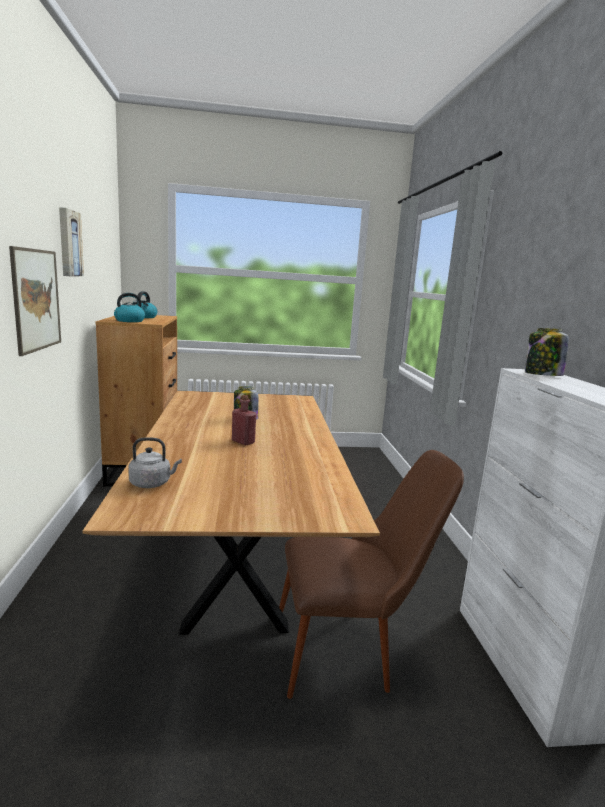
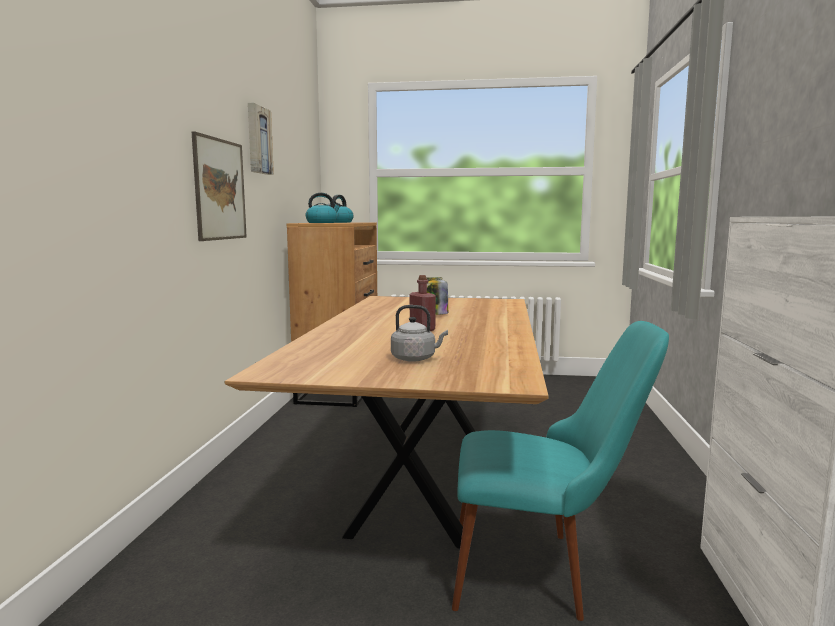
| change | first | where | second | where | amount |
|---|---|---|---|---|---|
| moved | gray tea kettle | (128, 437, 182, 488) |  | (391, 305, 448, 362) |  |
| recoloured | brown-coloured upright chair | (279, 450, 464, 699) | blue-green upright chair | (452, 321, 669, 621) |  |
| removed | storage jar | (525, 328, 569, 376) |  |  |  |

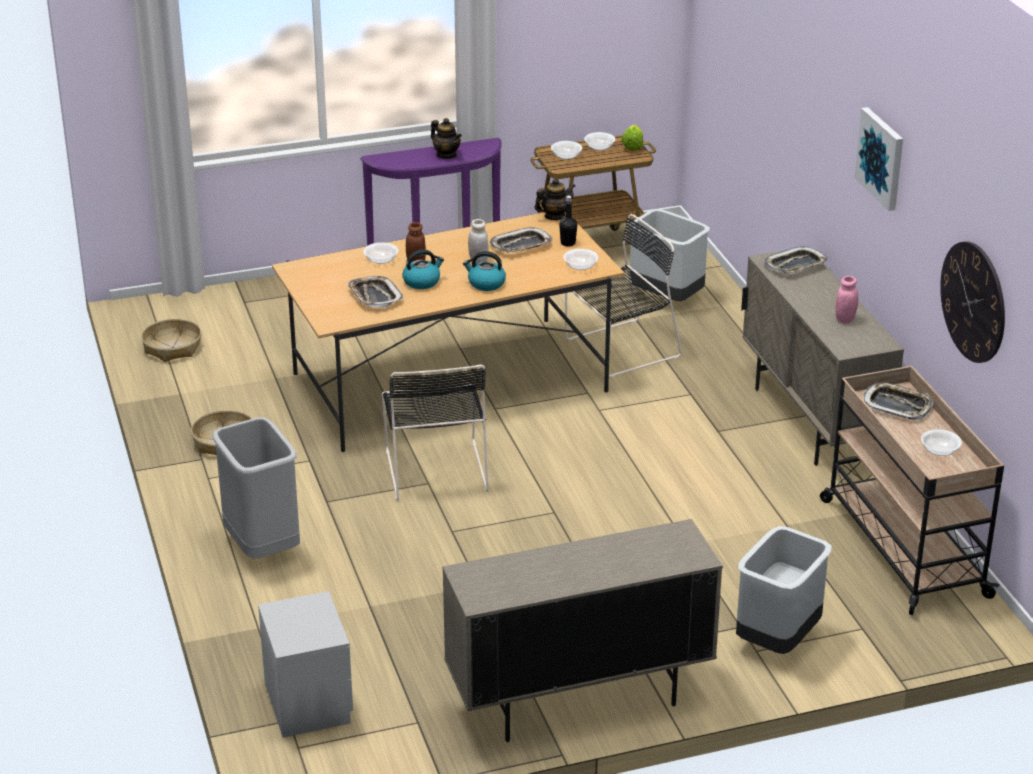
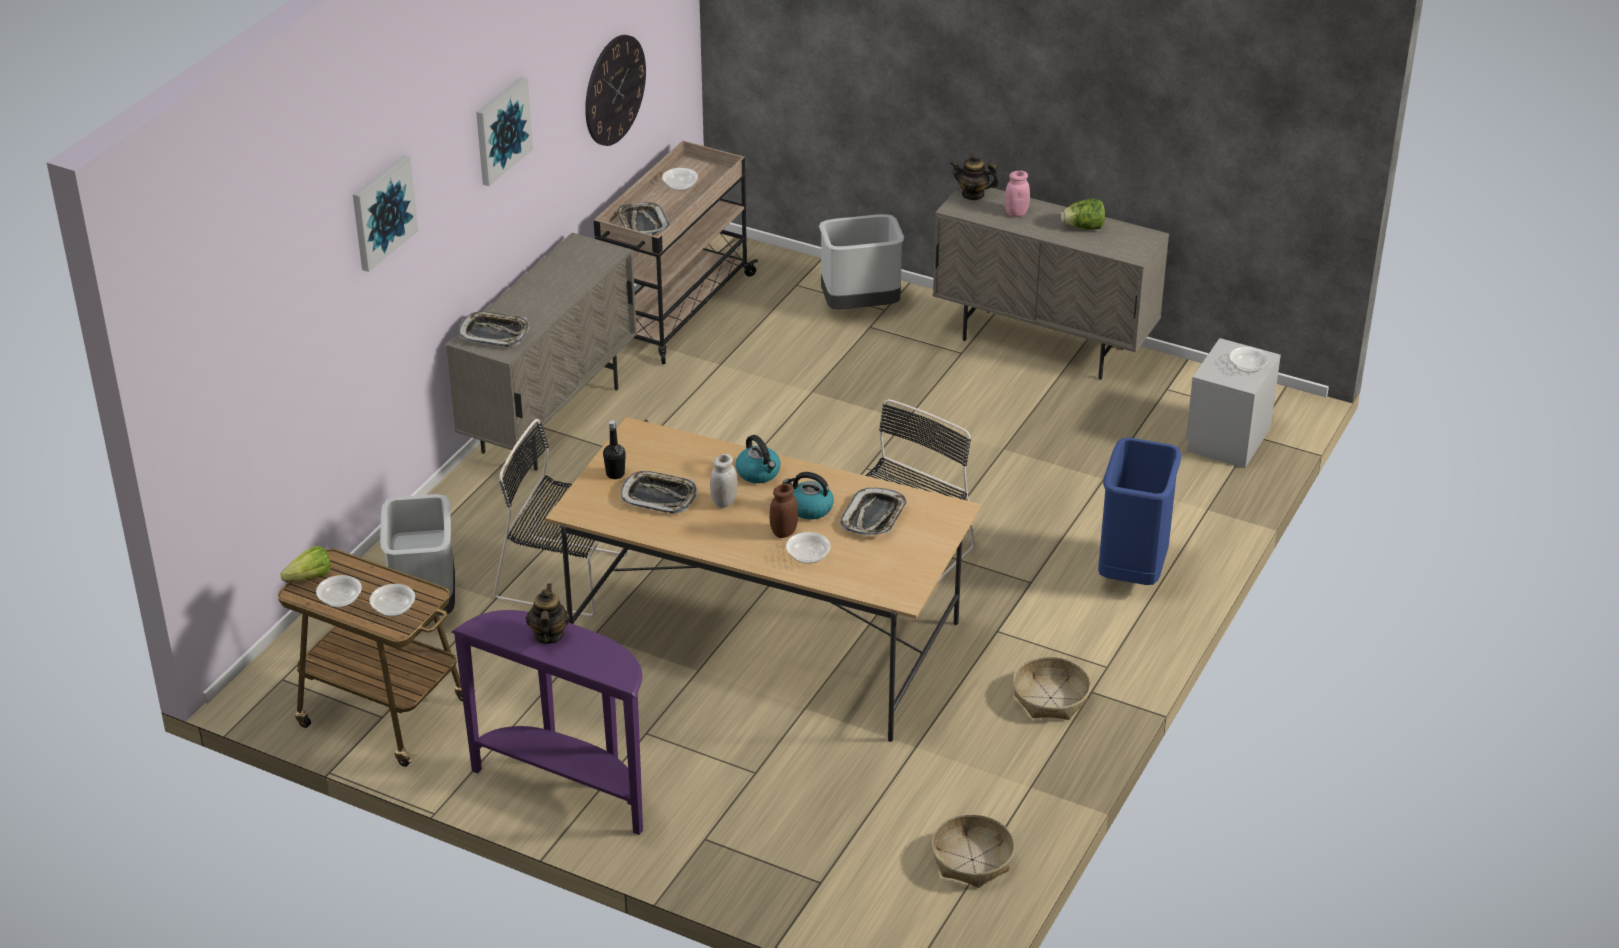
| change | first | where | second | where | amount |
|---|---|---|---|---|---|
| recoloured | gray rubbish bin | (213, 417, 300, 559) | bluish rubbish bin | (1098, 438, 1181, 585) |  |
| moved | tea pot | (534, 178, 575, 220) |  | (950, 154, 999, 200) |  |
| moved | bowl | (563, 249, 598, 270) |  | (1230, 347, 1269, 372) |  |
| moved | pinkish storage jar | (835, 276, 858, 324) |  | (1005, 171, 1030, 217) |  |
| added |  |  | wall picture | (353, 155, 418, 272) |  |
| added |  |  | lettuce head | (1061, 198, 1105, 230) |  |

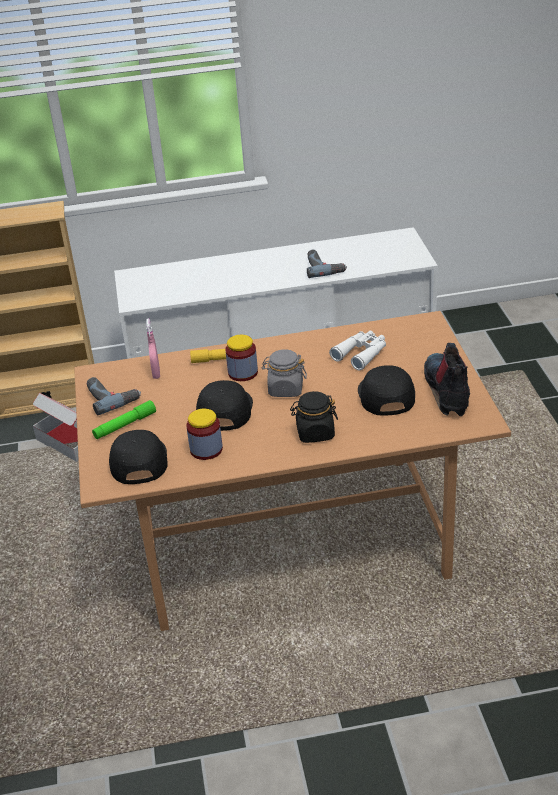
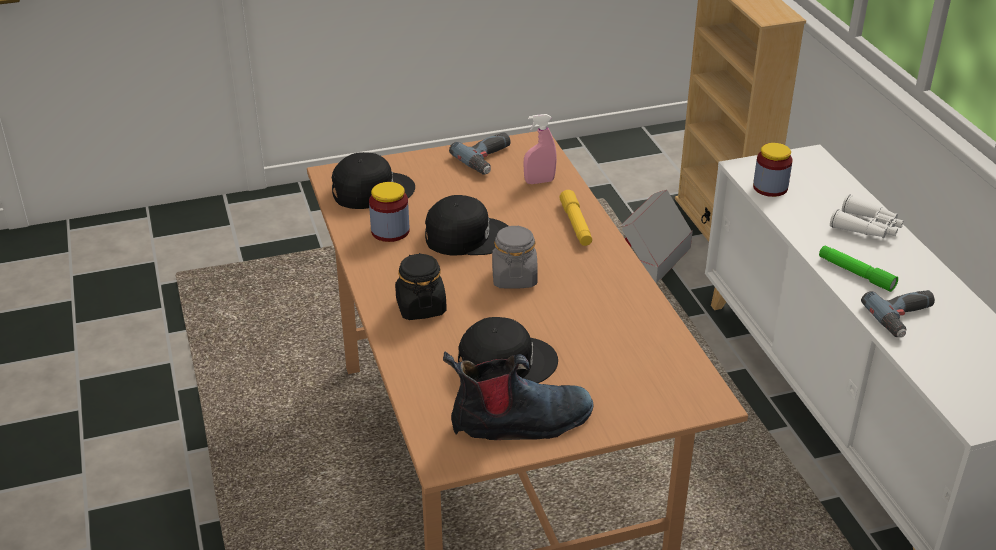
| change | first | where | second | where | amount |
|---|---|---|---|---|---|
| moved | greenish flashlight | (92, 400, 156, 439) |  | (819, 245, 898, 292) |  |
| moved | storage jar | (225, 335, 258, 381) |  | (753, 143, 793, 197) |  |
| moved | white field glasses | (329, 330, 386, 371) |  | (830, 194, 904, 238) |  |

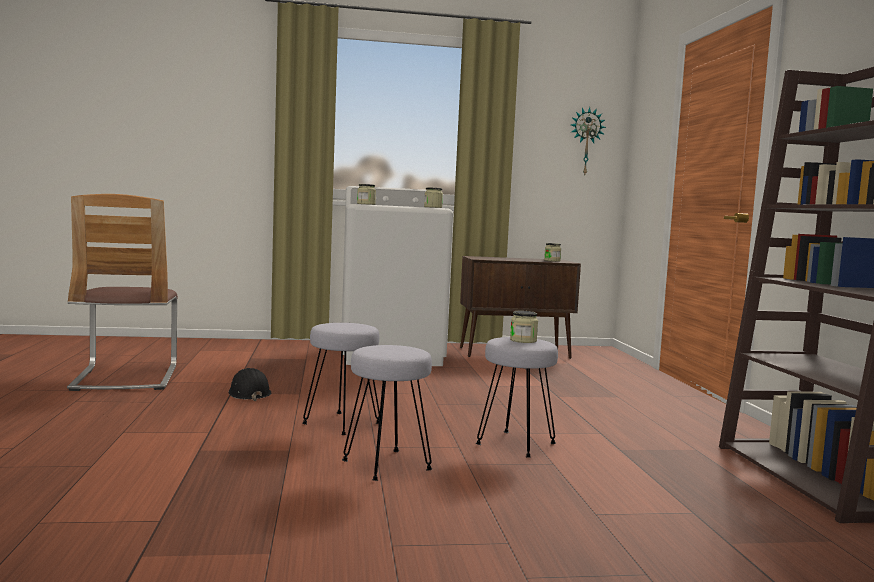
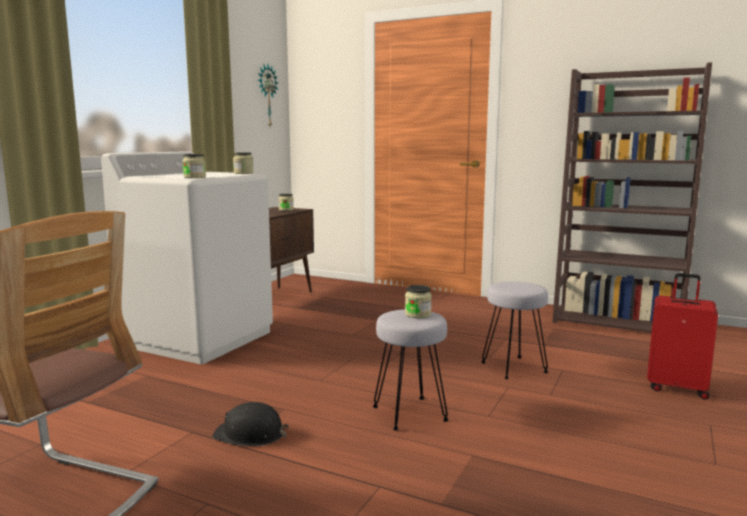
| change | first | where | second | where | amount |
|---|---|---|---|---|---|
| removed | gray stool seat | (342, 345, 432, 481) |  |  |  |
| moved | storage jar | (510, 311, 538, 343) |  | (405, 285, 432, 318) |  |
| added |  |  | red-coloured suitcase | (647, 273, 718, 400) |  |

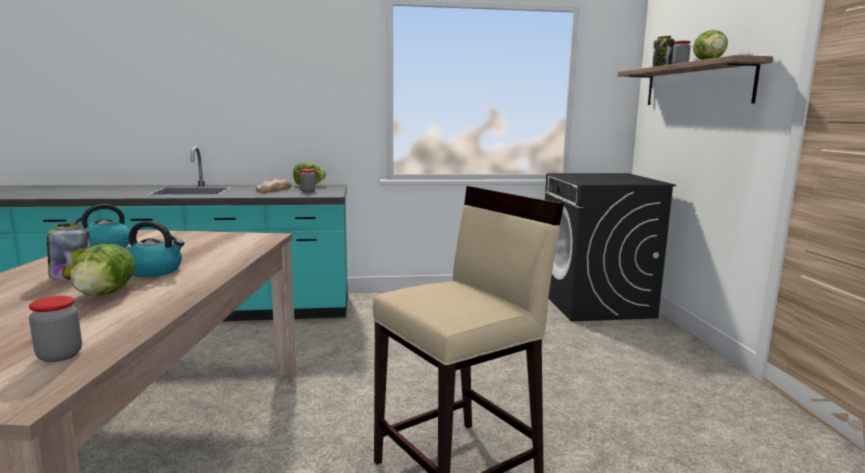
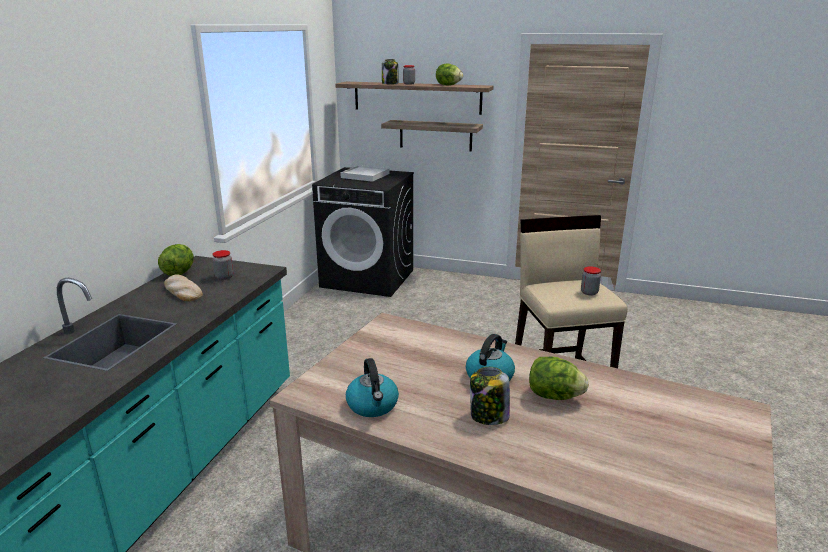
| change | first | where | second | where | amount |
|---|---|---|---|---|---|
| moved | storage jar | (29, 296, 82, 362) |  | (581, 266, 601, 295) |  |
| added |  |  | white carrying tray | (340, 165, 390, 182) |  |
| added |  |  | shelf | (381, 120, 483, 152) |  |

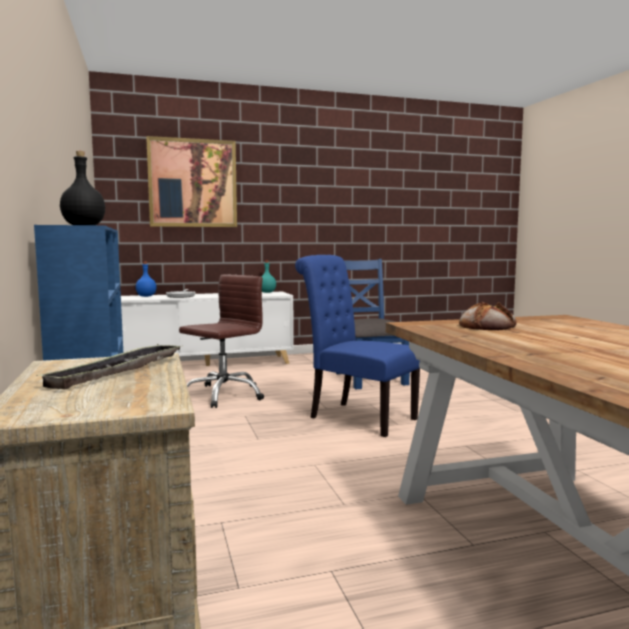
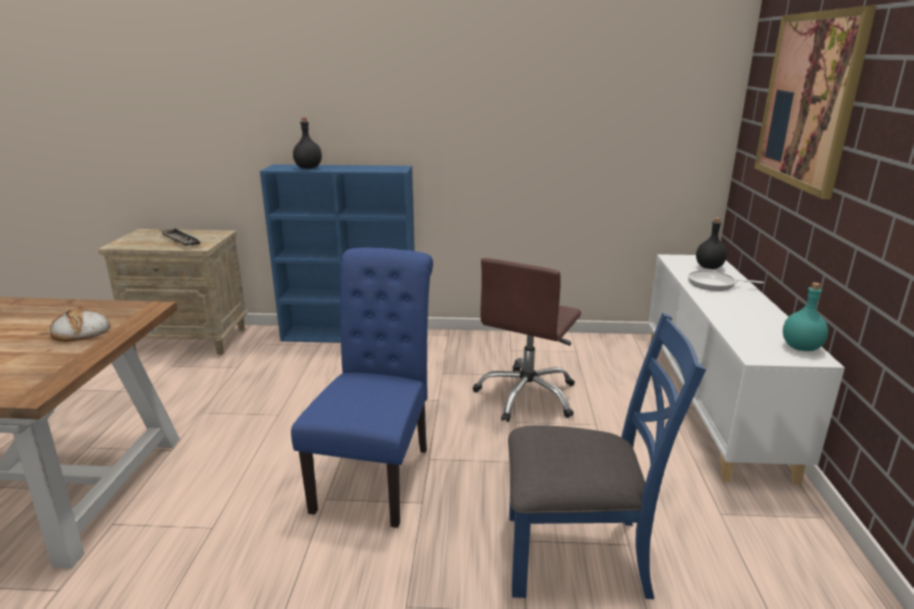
| change | first | where | second | where | amount |
|---|---|---|---|---|---|
| recoloured | bluish bottle | (136, 262, 157, 297) | black bottle | (696, 218, 727, 269) |  |
| turned | brown-coloured desk chair | (179, 275, 264, 408) |  | (473, 258, 581, 422) | 60 degrees clockwise |
| turned | bluish upright chair | (295, 255, 420, 437) |  | (291, 248, 433, 528) | 45 degrees counterclockwise |

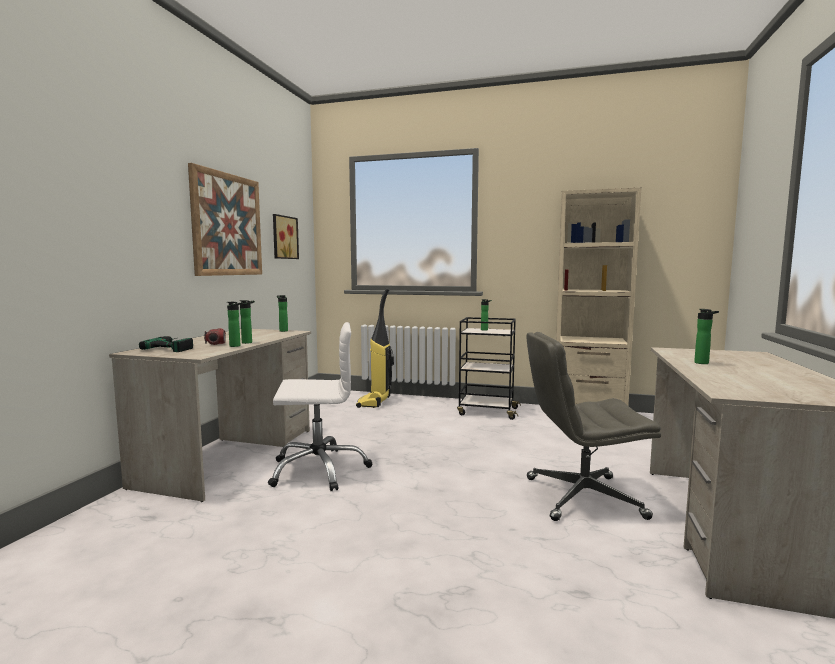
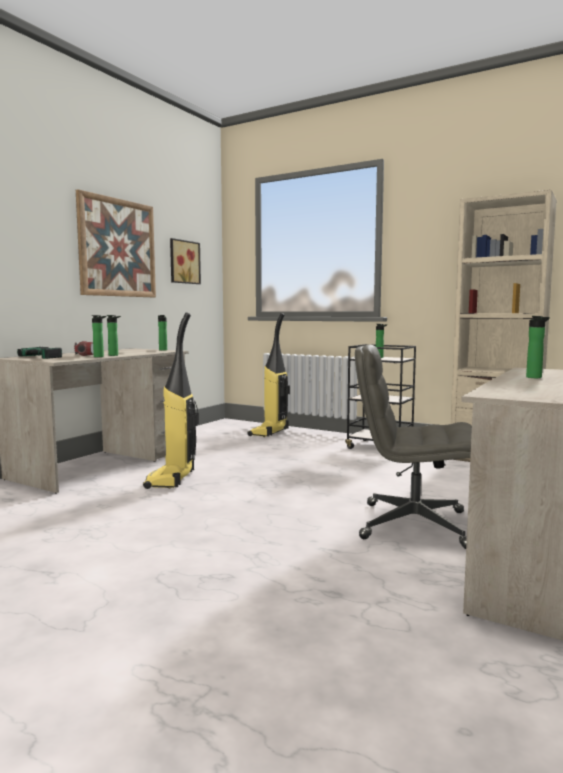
| change | first | where | second | where | amount |
|---|---|---|---|---|---|
| replaced | white desk chair | (268, 322, 372, 491) | hoover | (143, 312, 199, 489) |  |

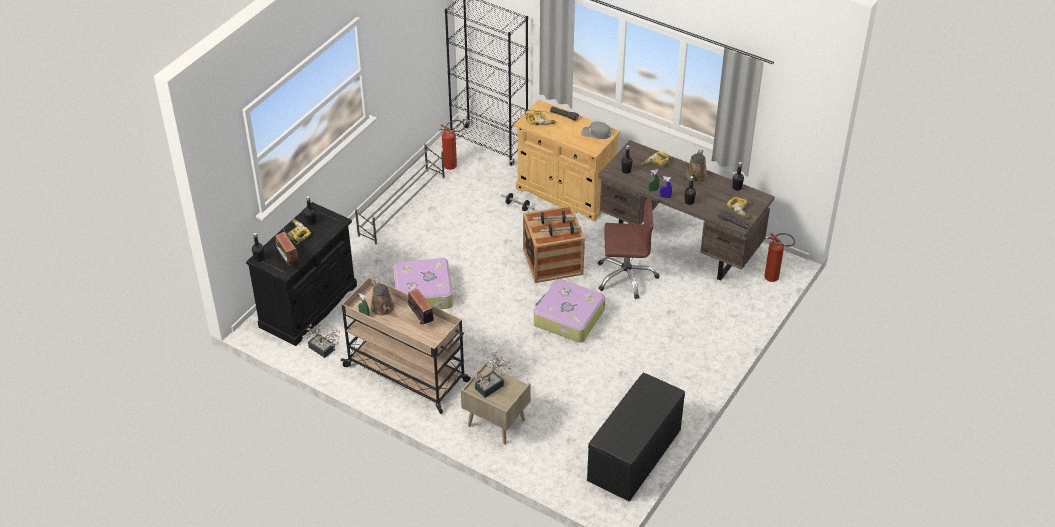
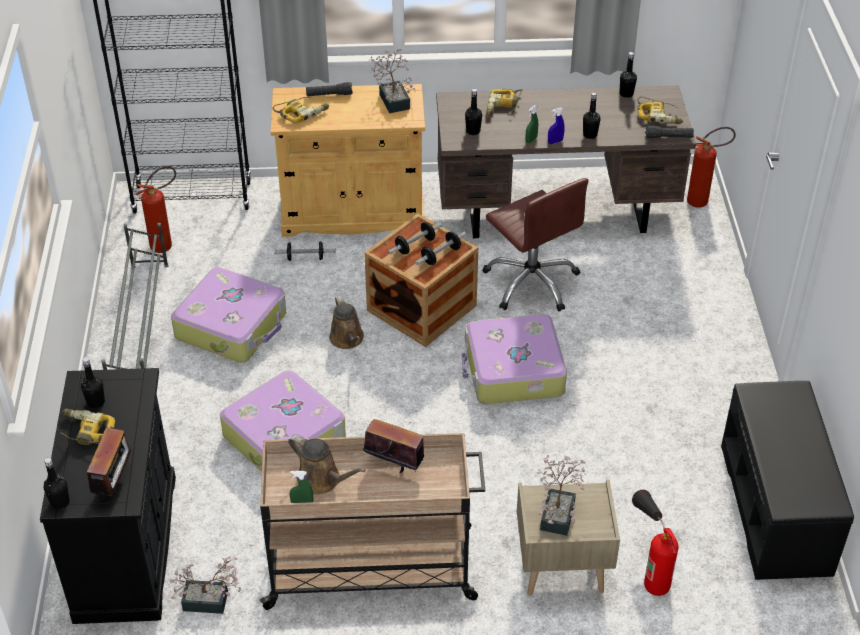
| change | first | where | second | where | amount |
|---|---|---|---|---|---|
| turned | radio set | (275, 232, 299, 265) |  | (87, 428, 134, 497) | 105 degrees counterclockwise |
| replaced | gray baseball cap | (581, 121, 611, 139) | houseplant | (369, 49, 416, 113) |  |
| turned | brown-coloured desk chair | (598, 195, 660, 299) |  | (482, 178, 588, 311) | 90 degrees clockwise |
| moved | brown-coloured watering can | (686, 149, 708, 183) |  | (329, 296, 364, 349) |  |
| added |  |  | suitcase | (171, 267, 286, 363) |  |
| added |  |  | fire-fighting cylinder | (632, 490, 679, 596) |  |

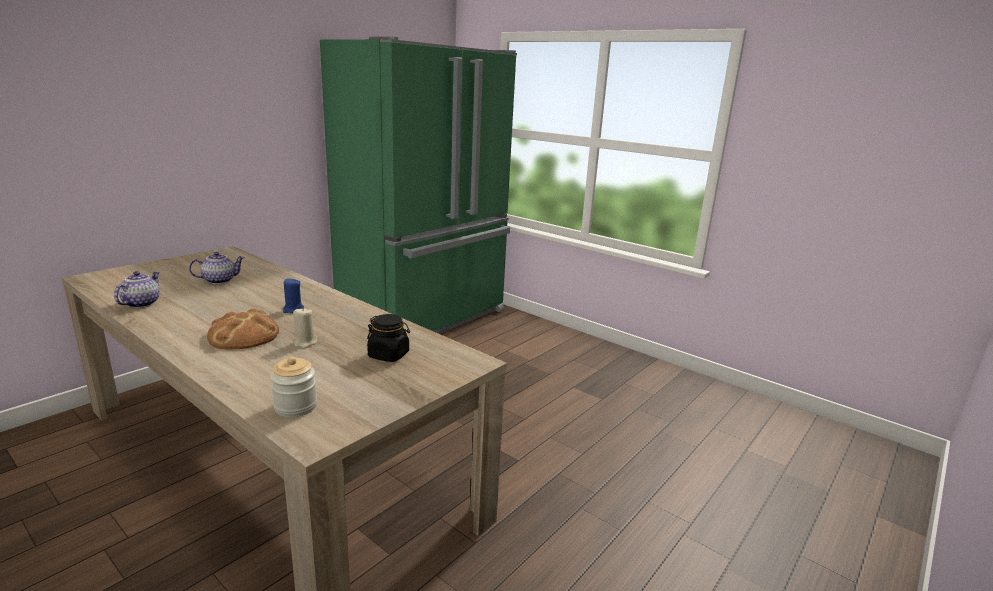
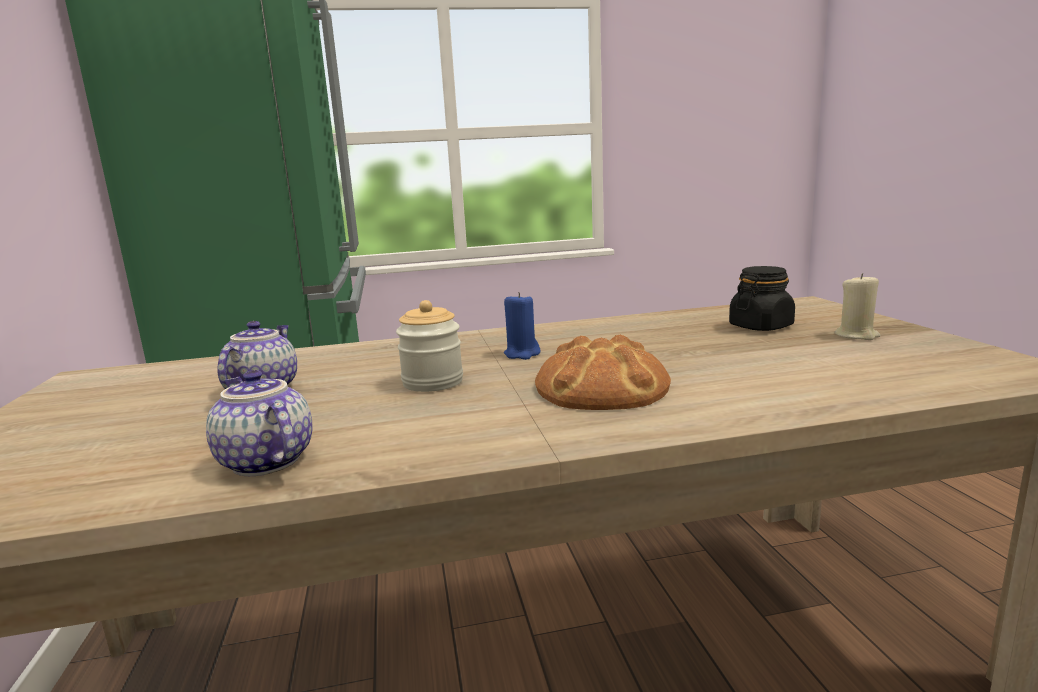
| change | first | where | second | where | amount |
|---|---|---|---|---|---|
| moved | storage jar | (270, 356, 317, 417) |  | (396, 300, 463, 392) |  |
| moved | beige candle | (293, 307, 318, 348) |  | (834, 273, 880, 340) |  |

